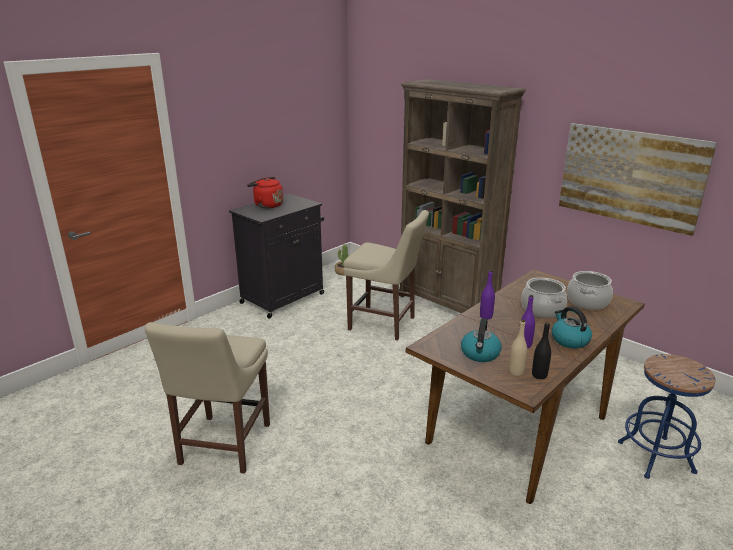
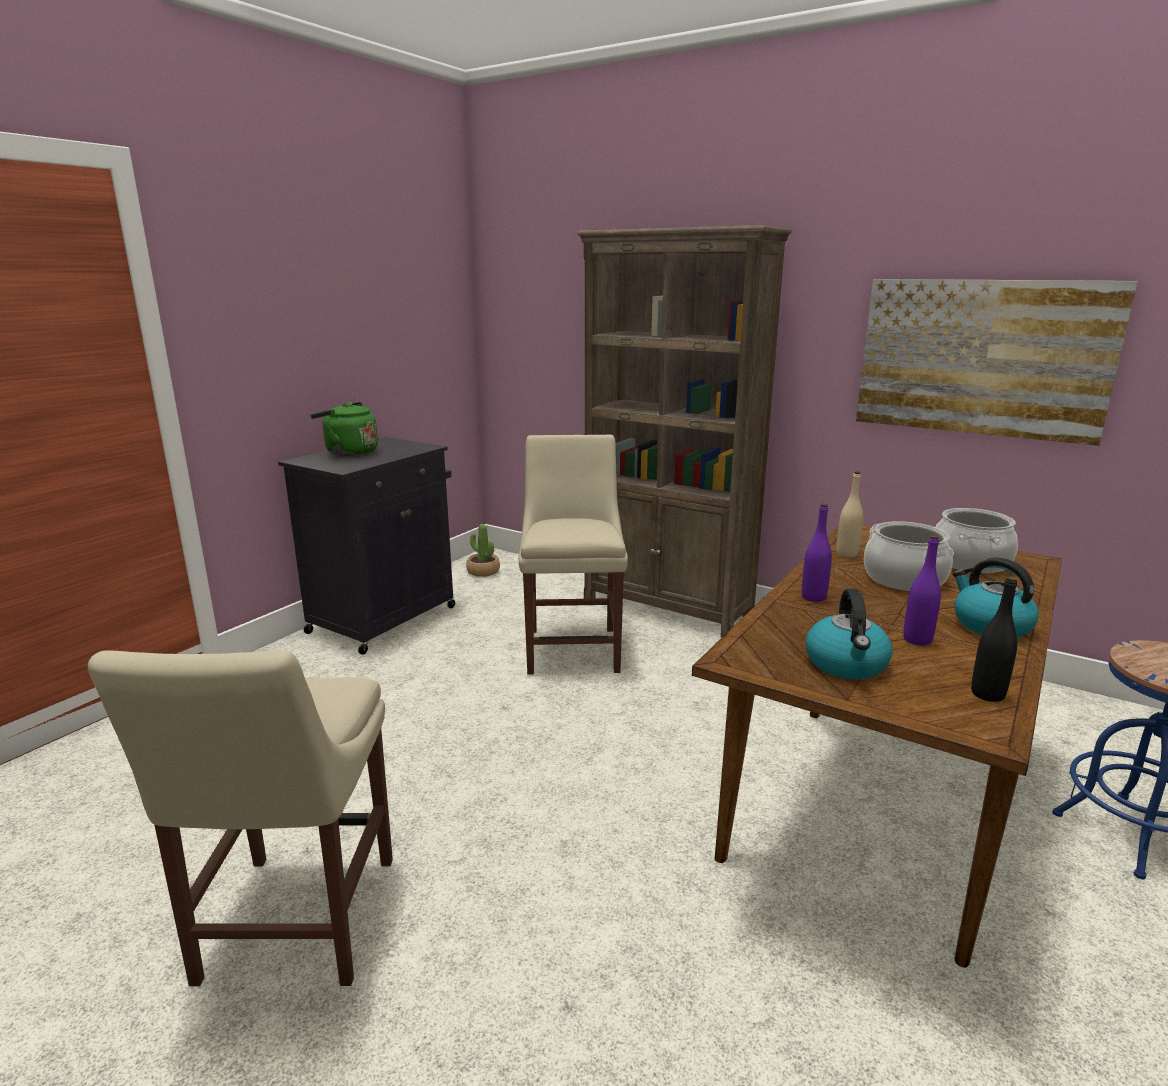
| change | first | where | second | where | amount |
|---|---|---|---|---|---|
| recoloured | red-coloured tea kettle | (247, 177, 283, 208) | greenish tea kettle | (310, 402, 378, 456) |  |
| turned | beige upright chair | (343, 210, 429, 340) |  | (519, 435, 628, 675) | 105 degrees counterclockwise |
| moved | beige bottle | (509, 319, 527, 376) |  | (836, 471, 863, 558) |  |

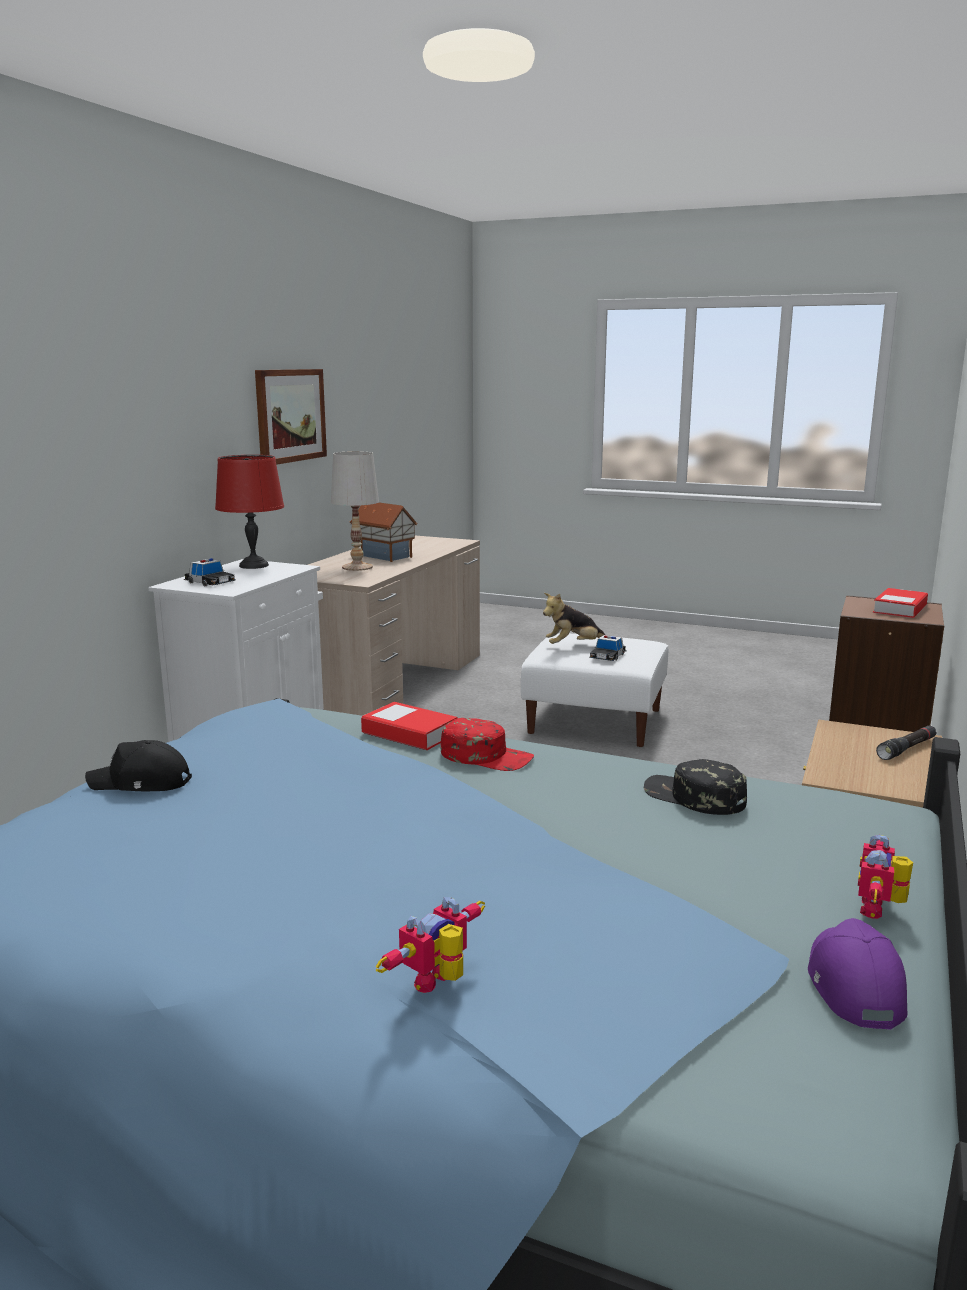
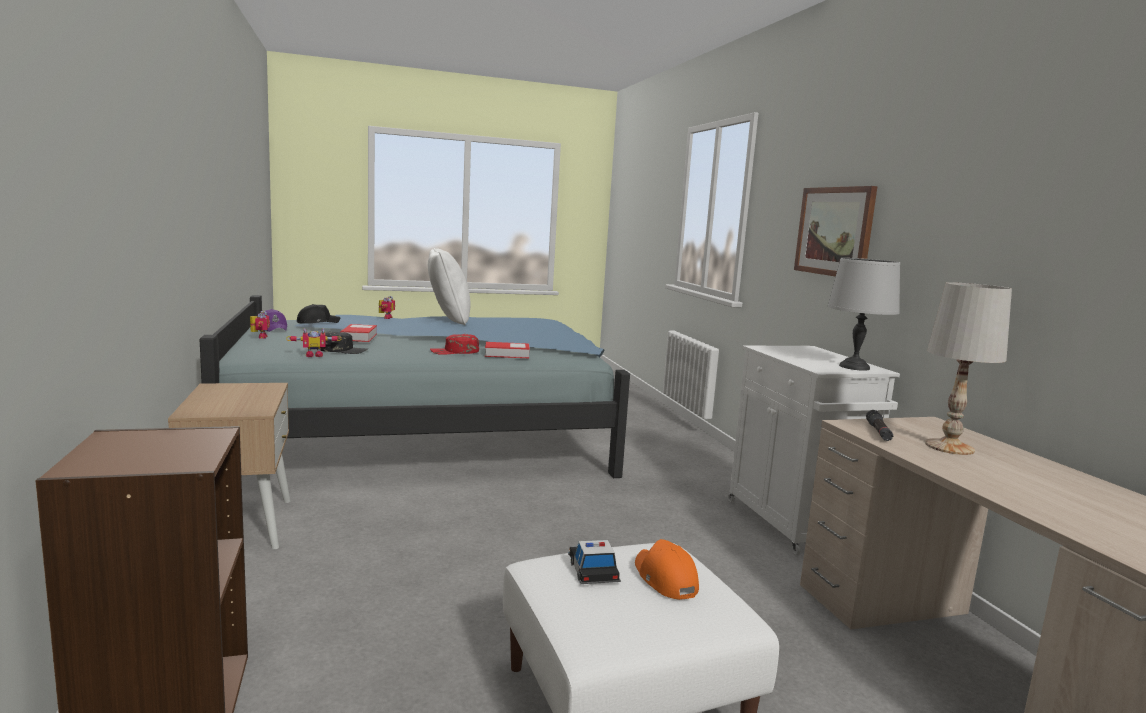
| change | first | where | second | where | amount |
|---|---|---|---|---|---|
| moved | black baseball cap | (85, 740, 192, 791) |  | (297, 304, 340, 324) |  |
| removed | model car | (184, 558, 236, 586) |  |  |  |
| recoloured | red-coloured table lamp | (215, 455, 284, 569) | gray table lamp | (827, 258, 900, 371) |  |
| moved | wall picture | (255, 369, 327, 465) |  | (794, 186, 877, 277) |  |
| removed | toy house | (350, 503, 418, 562) |  |  |  |
| replaced | plush toy | (543, 593, 605, 644) | orange-coloured baseball cap | (635, 539, 699, 600) |  |
| moved | volume | (873, 588, 928, 618) |  | (340, 324, 377, 342) |  |
| moved | black flashlight | (876, 726, 937, 760) |  | (866, 410, 893, 441) |  |
| added |  |  | model robot | (286, 328, 342, 357) |  |
| added |  |  | white cushion | (428, 248, 471, 325) |  |

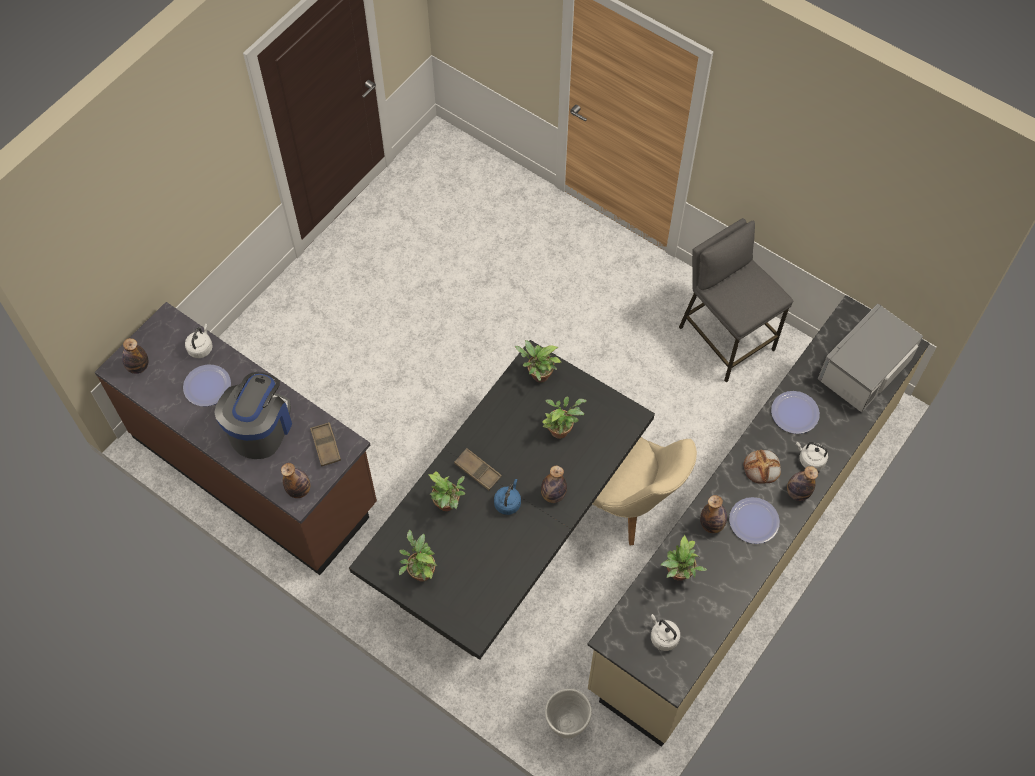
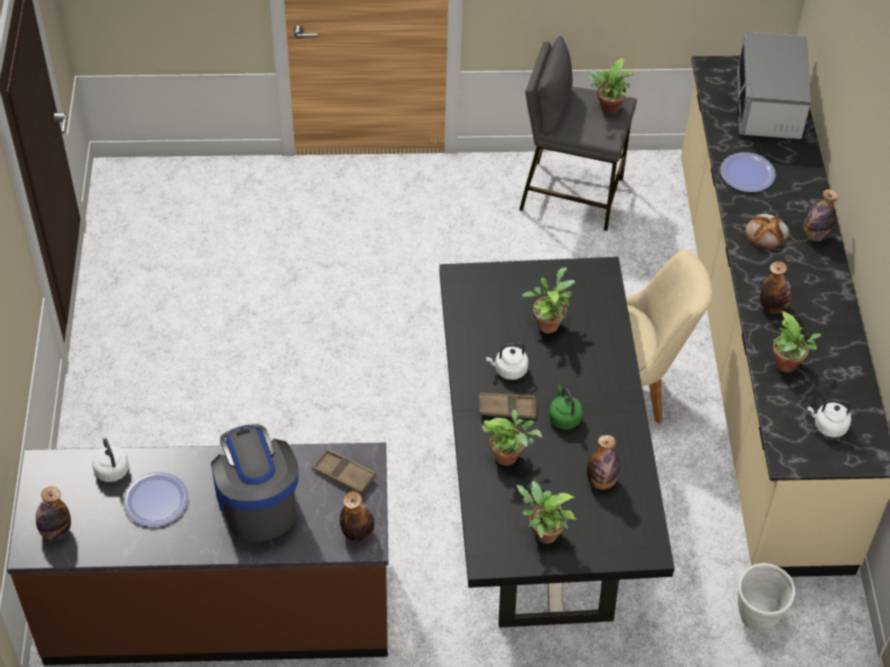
| change | first | where | second | where | amount |
|---|---|---|---|---|---|
| recoloured | bluish tea kettle | (494, 479, 521, 515) | greenish tea kettle | (549, 385, 583, 430) |  |
| moved | houseplant | (515, 340, 562, 382) |  | (586, 58, 633, 114) |  |
| moved | bottle | (541, 466, 567, 503) |  | (587, 435, 620, 489) |  |
| removed | dinner plate | (729, 497, 780, 544) |  |  |  |
| moved | white tea kettle | (796, 442, 828, 471) |  | (486, 342, 528, 380) |  |

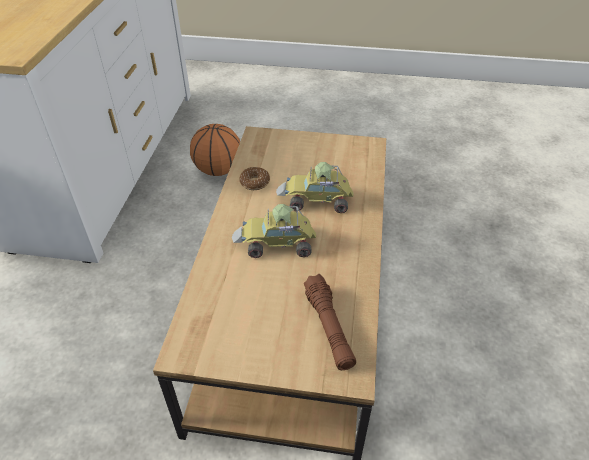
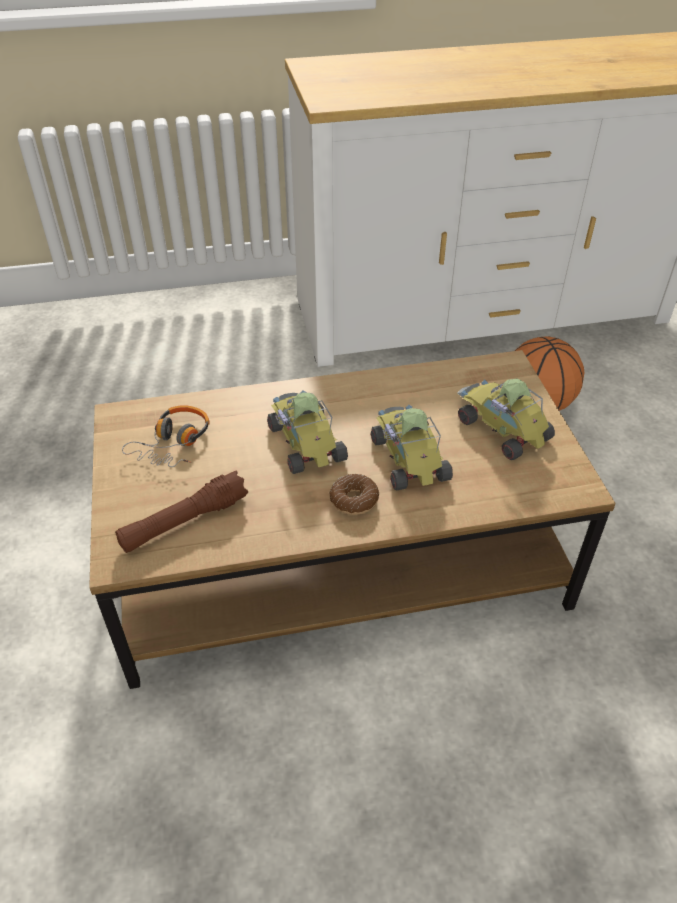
| change | first | where | second | where | amount |
|---|---|---|---|---|---|
| moved | donut | (239, 167, 270, 190) |  | (329, 474, 379, 515) |  |
| added |  |  | headphones | (122, 405, 210, 467) |  |
| added |  |  | model car | (457, 379, 555, 460) |  |

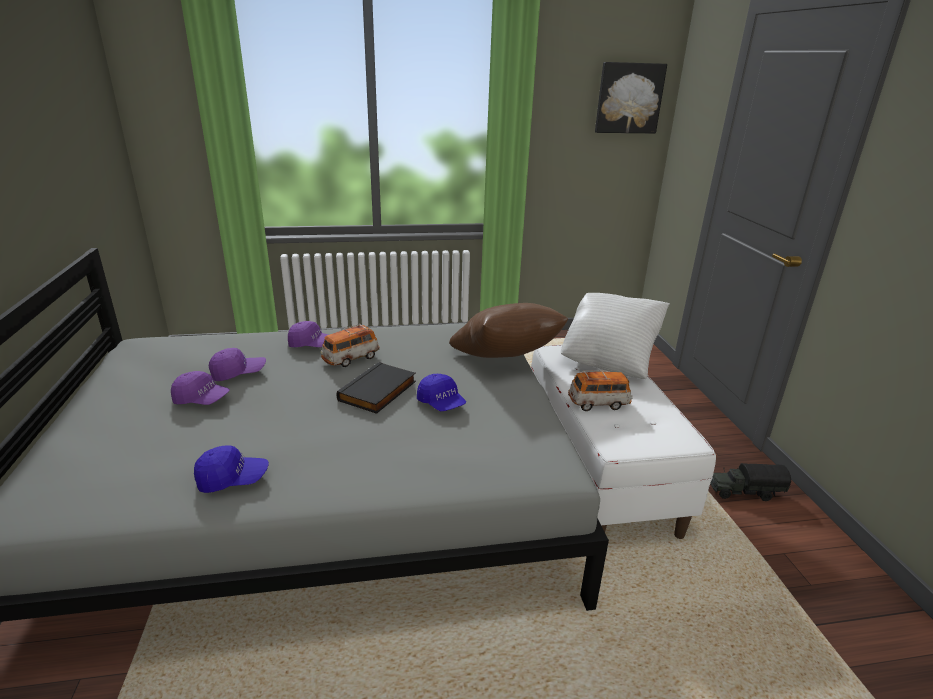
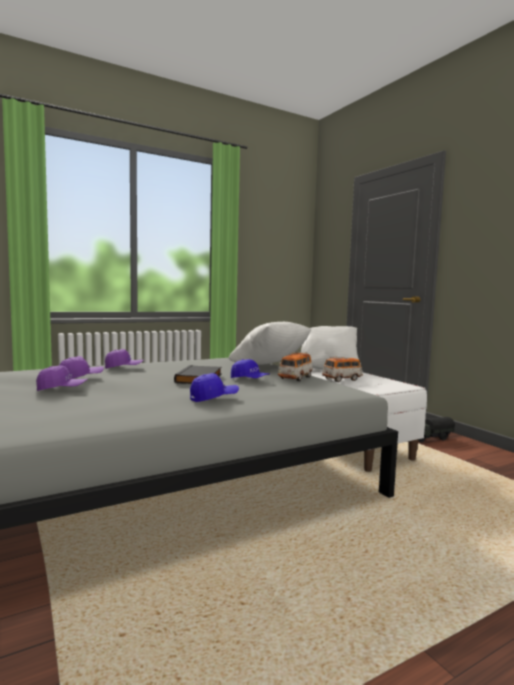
| change | first | where | second | where | amount |
|---|---|---|---|---|---|
| moved | bluish baseball cap | (194, 445, 269, 493) |  | (190, 373, 239, 402) |  |
| moved | model car | (320, 324, 380, 367) |  | (278, 351, 313, 381) |  |
| recoloured | brown-coloured cushion | (449, 303, 568, 358) | white cushion | (229, 322, 311, 365) |  |
| removed | wall picture | (595, 62, 667, 133) |  |  |  |

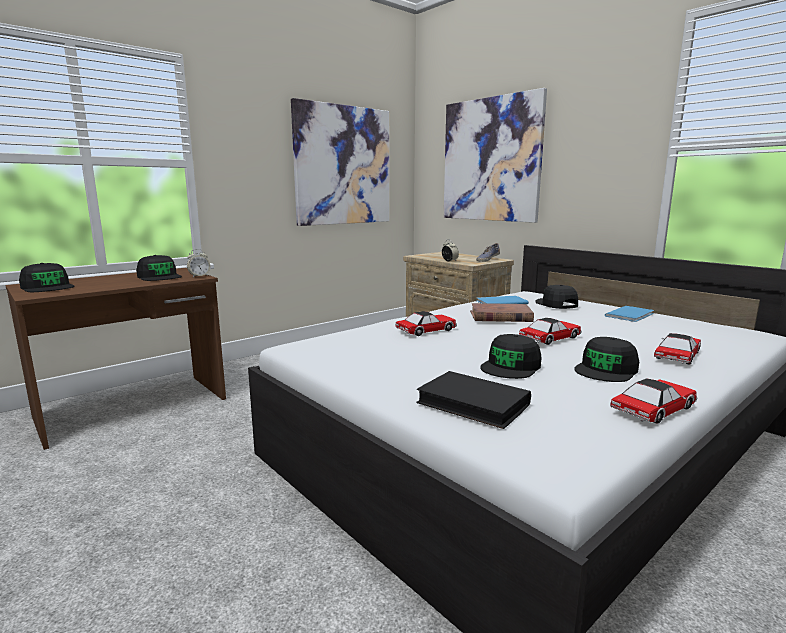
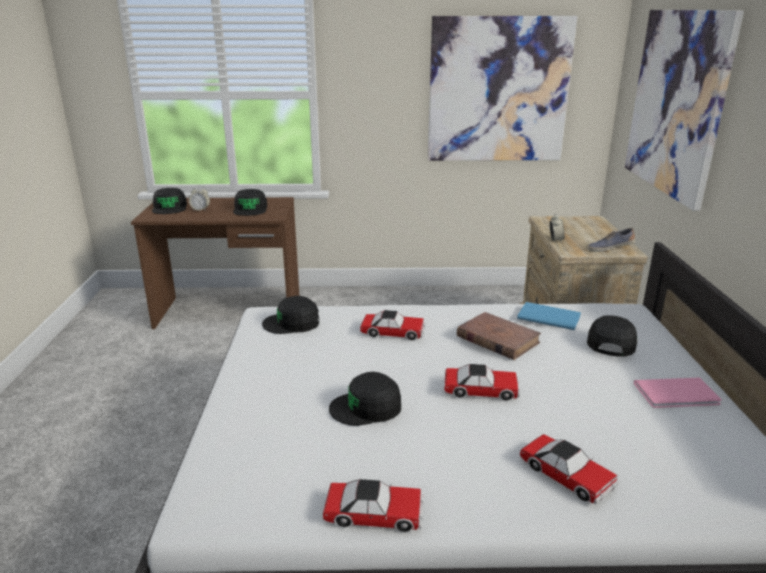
| change | first | where | second | where | amount |
|---|---|---|---|---|---|
| moved | bedside clock | (187, 249, 210, 277) |  | (189, 186, 210, 211) |  |
| removed | black volume | (416, 371, 531, 429) |  |  |  |
| moved | black baseball cap | (574, 337, 639, 382) |  | (262, 296, 319, 334) |  |
| recoloured | bluish volume | (605, 306, 654, 322) | pinkish volume | (634, 377, 722, 408) |  |
| turned | model car | (654, 333, 701, 365) |  | (519, 434, 619, 504) | 60 degrees clockwise |

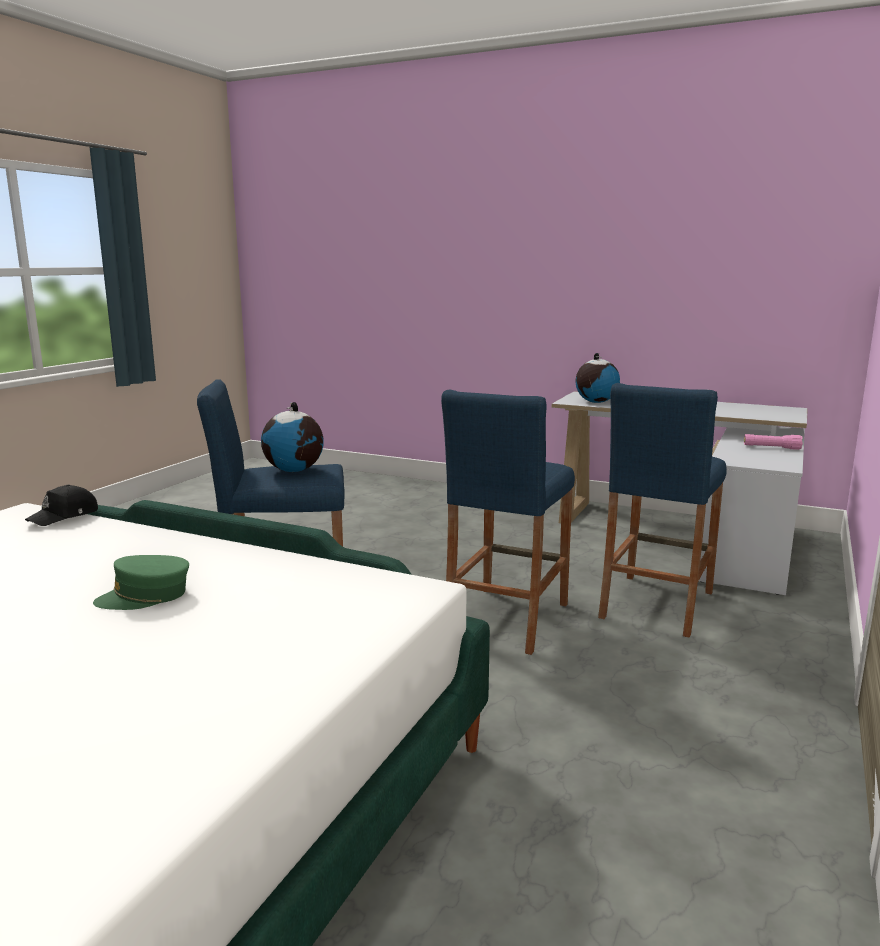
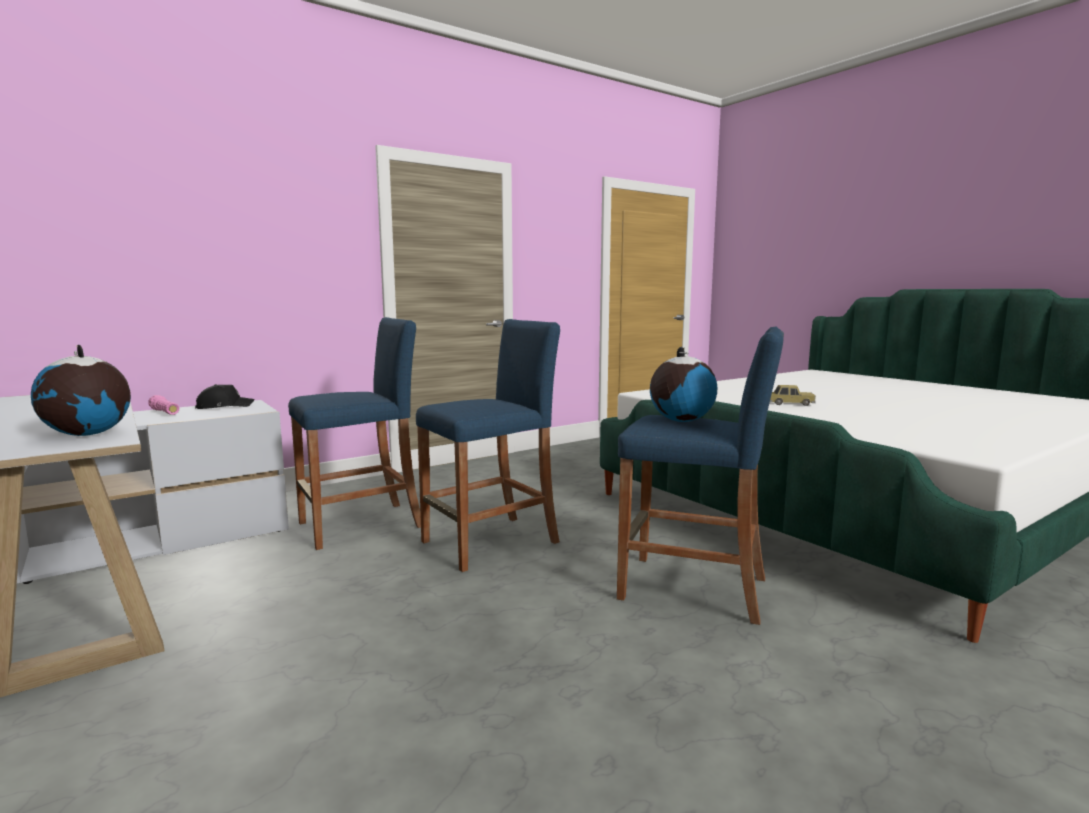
| change | first | where | second | where | amount |
|---|---|---|---|---|---|
| moved | black baseball cap | (25, 484, 98, 526) |  | (195, 384, 254, 409) |  |
| replaced | greenish baseball cap | (93, 555, 189, 610) | model car | (770, 385, 816, 406) |  |

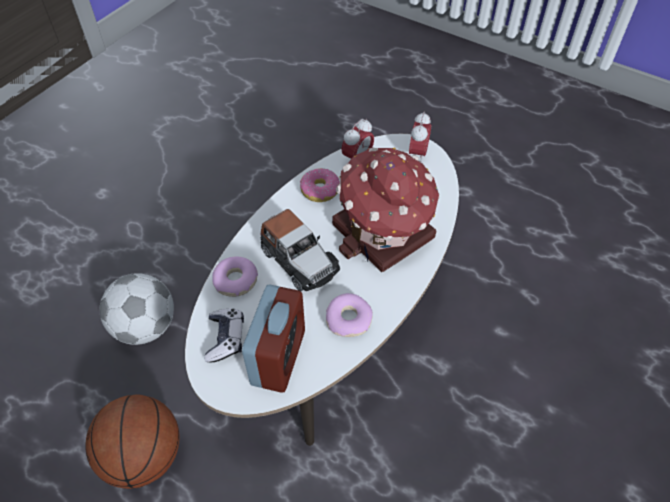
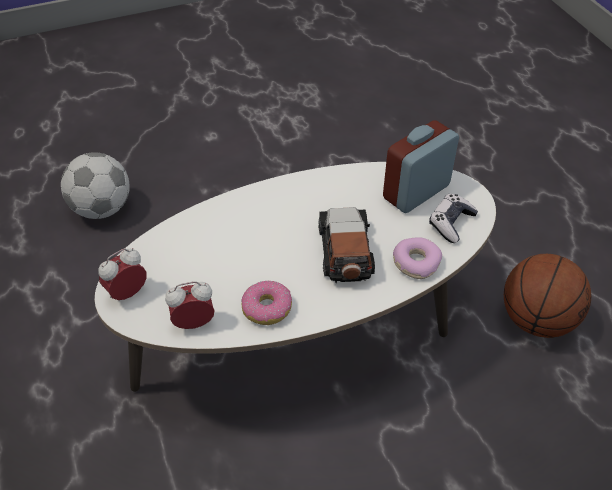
| change | first | where | second | where | amount |
|---|---|---|---|---|---|
| moved | football ball | (100, 273, 174, 345) |  | (61, 153, 130, 219) |  |
| removed | donut | (326, 293, 373, 337) |  |  |  |
| removed | toy house | (332, 148, 440, 272) |  |  |  |

